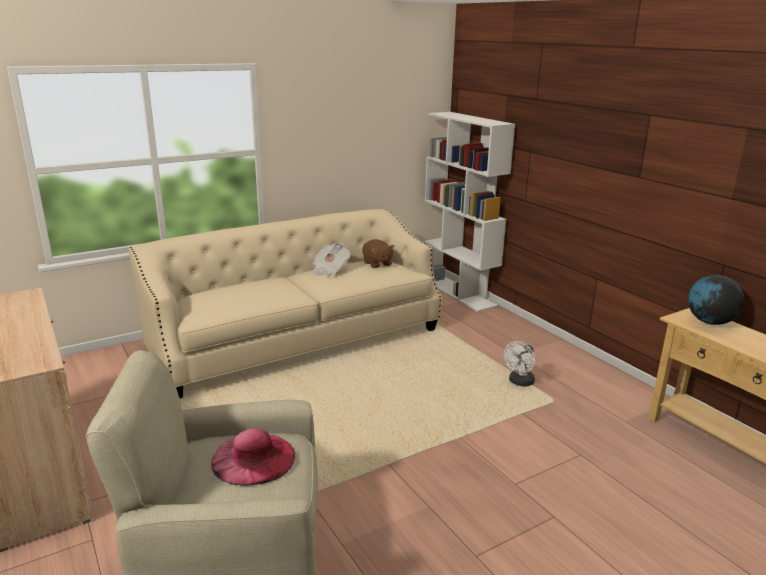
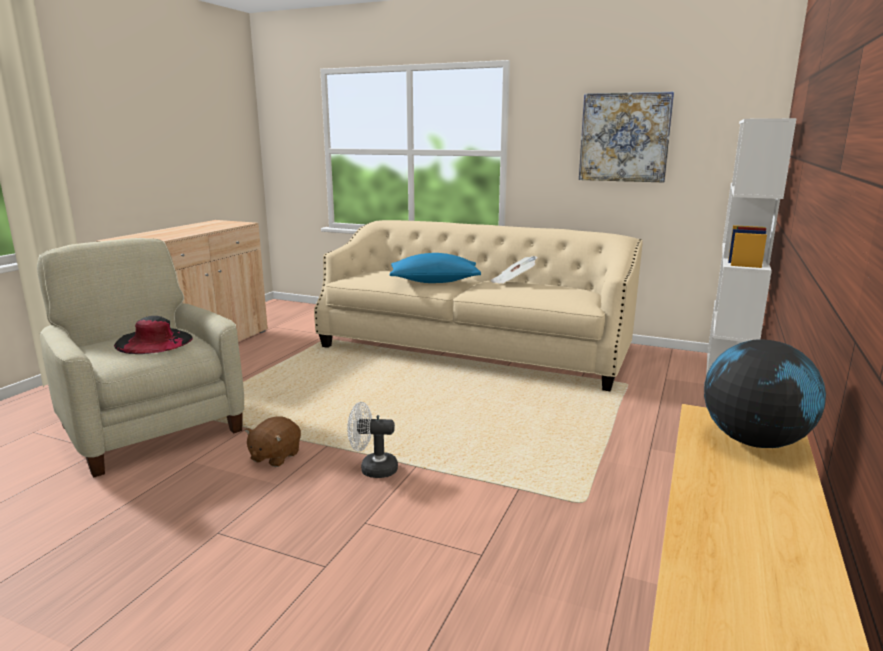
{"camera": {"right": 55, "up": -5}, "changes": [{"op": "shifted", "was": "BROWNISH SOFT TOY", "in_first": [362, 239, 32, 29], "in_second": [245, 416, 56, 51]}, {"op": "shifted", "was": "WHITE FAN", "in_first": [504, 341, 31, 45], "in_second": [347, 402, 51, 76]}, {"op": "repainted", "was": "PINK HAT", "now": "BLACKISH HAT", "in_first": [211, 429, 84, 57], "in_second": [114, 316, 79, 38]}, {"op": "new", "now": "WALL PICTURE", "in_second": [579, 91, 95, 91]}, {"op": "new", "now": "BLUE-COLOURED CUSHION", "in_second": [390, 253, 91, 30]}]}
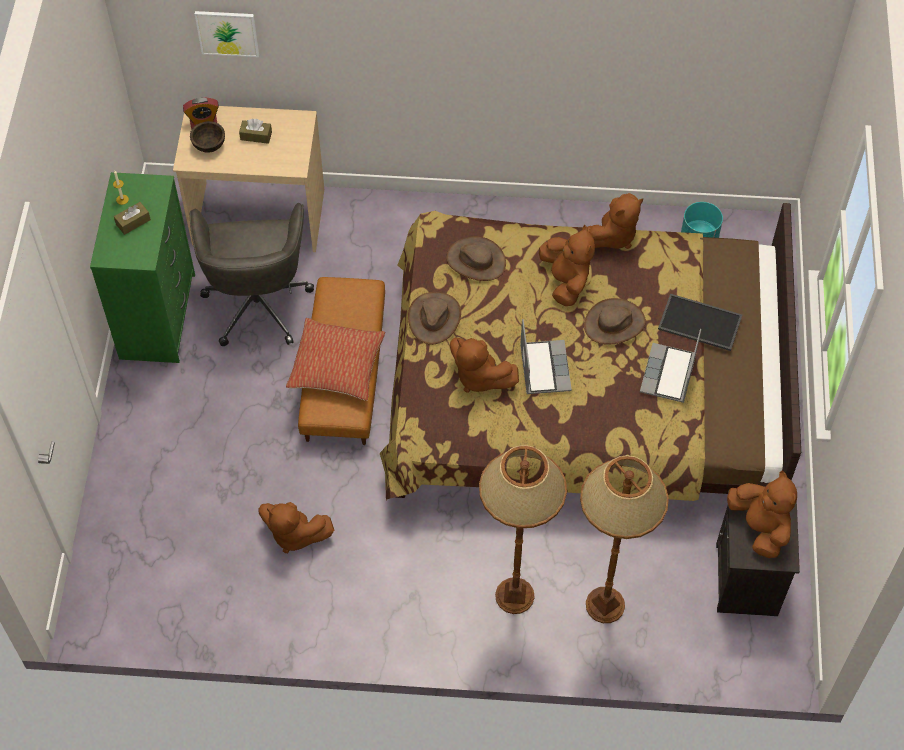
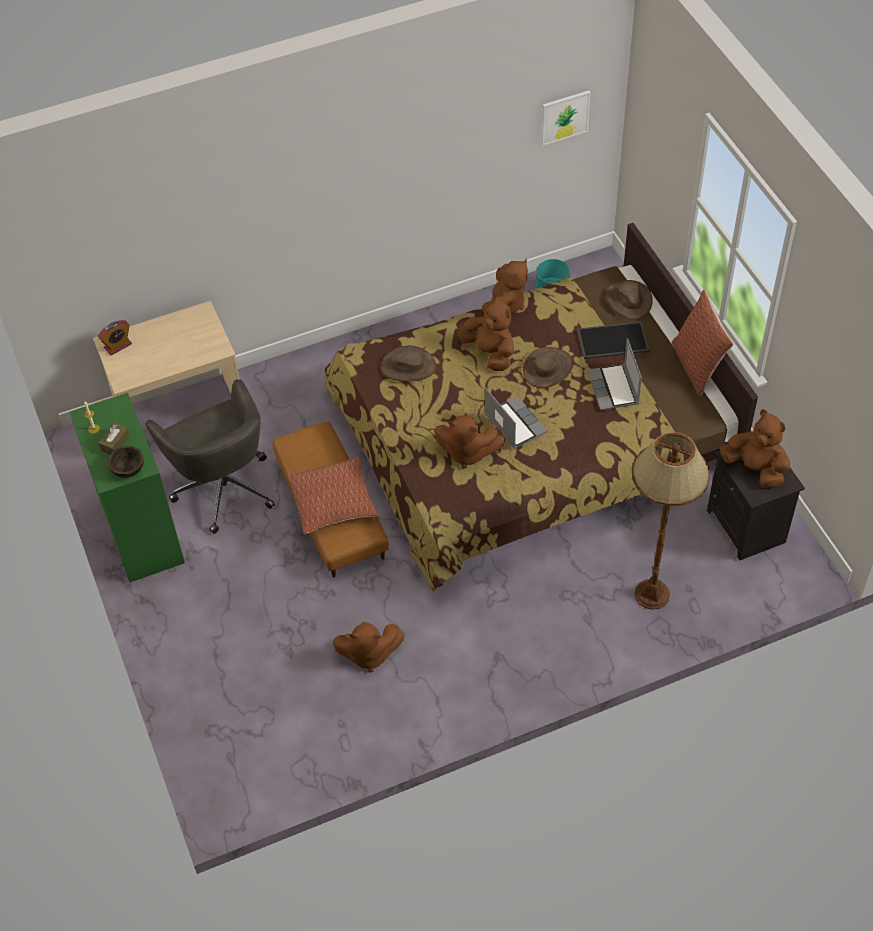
{"camera": {"right": -25, "up": -5}, "changes": [{"op": "shifted", "was": "WALL PICTURE", "in_first": [195, 11, 64, 46], "in_second": [541, 91, 50, 55]}, {"op": "gone", "was": "BROWNISH BOX OF TISSUES", "in_first": [239, 119, 33, 25]}, {"op": "shifted", "was": "BROWNISH DEEP DISH", "in_first": [190, 121, 35, 32], "in_second": [108, 446, 36, 32]}, {"op": "shifted", "was": "BROWNISH HAT", "in_first": [408, 292, 53, 53], "in_second": [606, 280, 47, 40]}, {"op": "gone", "was": "BROWNISH FLOOR LAMP", "in_first": [479, 445, 88, 169]}, {"op": "new", "now": "CUSHION", "in_second": [672, 290, 62, 107]}]}
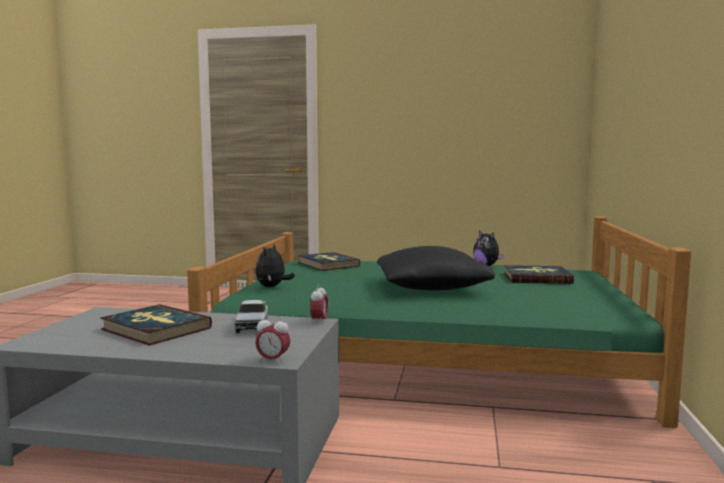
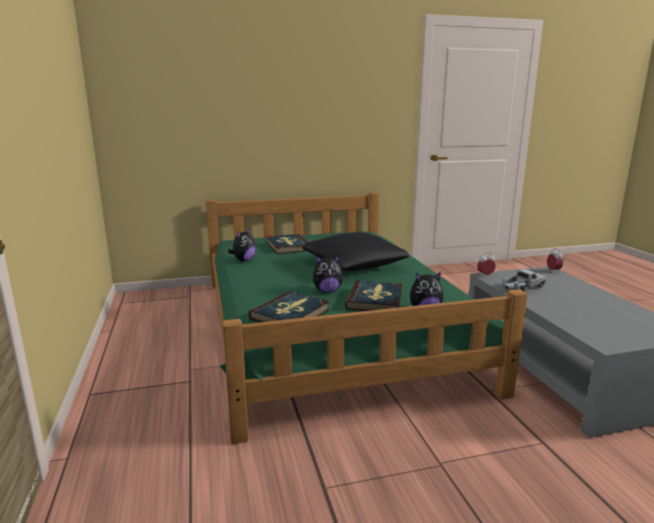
{"camera": {"right": -115, "up": 10}, "changes": [{"op": "shifted", "was": "BOUND BOOK", "in_first": [100, 304, 112, 42], "in_second": [345, 281, 57, 30]}, {"op": "new", "now": "SOFT TOY", "in_second": [313, 255, 30, 38]}]}
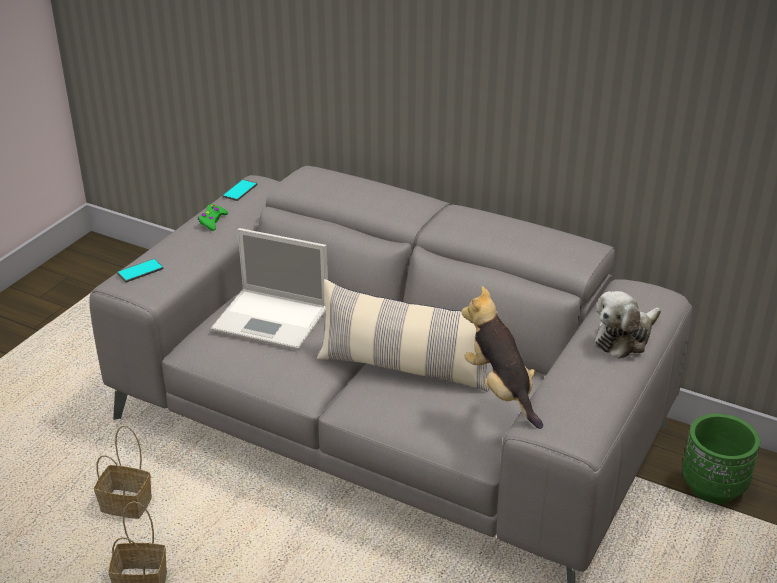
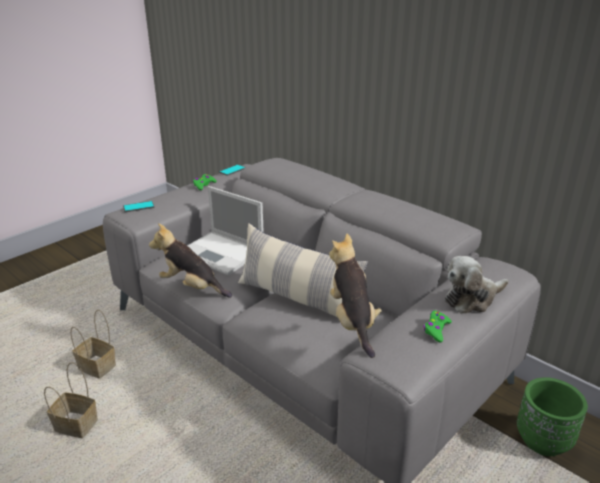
{"camera": {"right": 15, "up": -5}, "changes": [{"op": "new", "now": "SOFT TOY", "in_second": [149, 223, 83, 75]}, {"op": "new", "now": "GREEN-COLOURED JOYPAD", "in_second": [424, 310, 28, 32]}]}
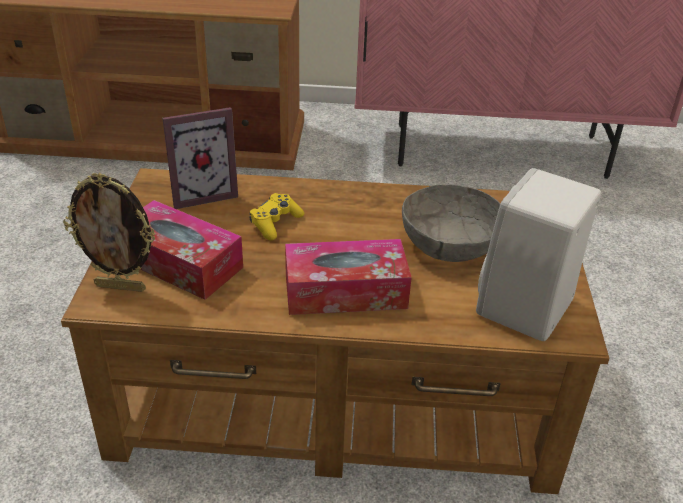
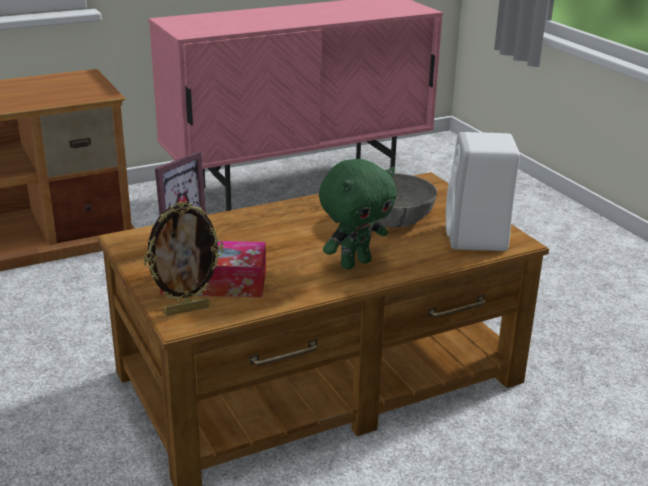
{"camera": {"right": -30, "up": -10}, "changes": [{"op": "gone", "was": "YELLOW-COLOURED JOYPAD", "in_first": [249, 193, 55, 47]}, {"op": "swapped", "was": "BOX OF TISSUES", "now": "GREEN-COLOURED SOFT TOY", "in_first": [285, 239, 127, 76], "in_second": [319, 159, 78, 110]}]}
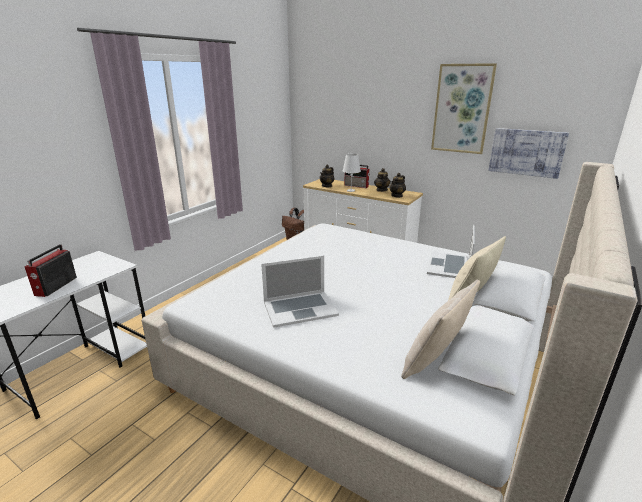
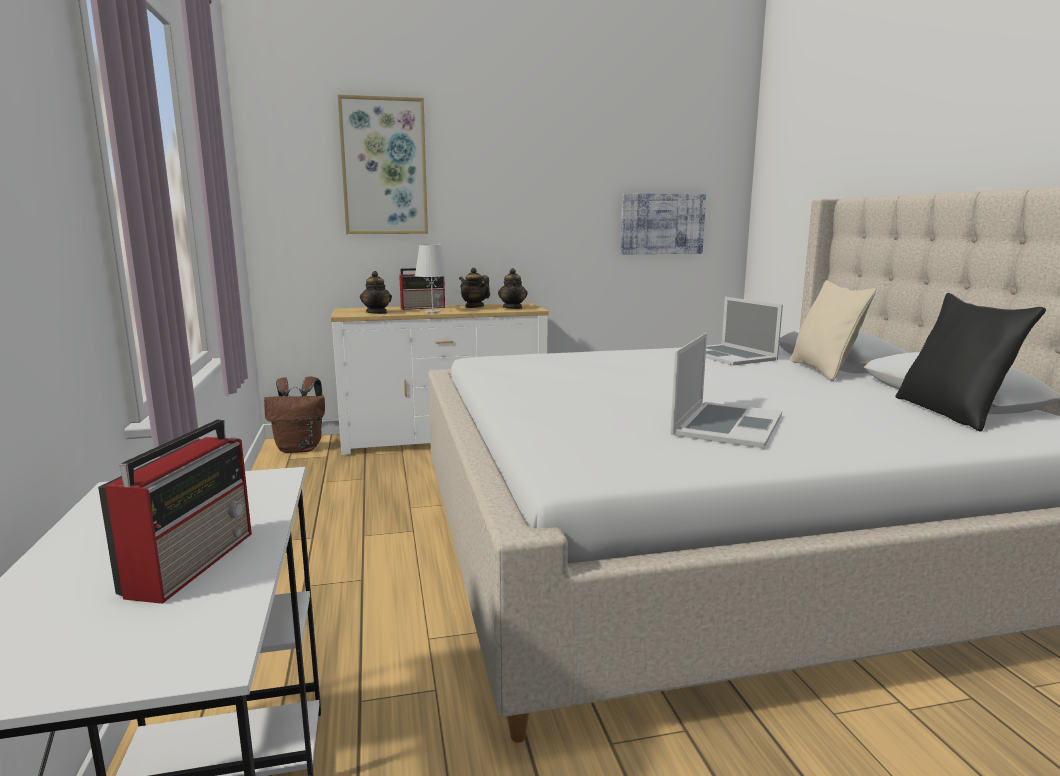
{"camera": {"right": -45, "up": -10}, "changes": [{"op": "shifted", "was": "WALL PICTURE", "in_first": [431, 63, 66, 91], "in_second": [338, 95, 90, 139]}, {"op": "rotated", "was": "RADIO", "in_first": [25, 244, 52, 53], "in_second": [98, 419, 154, 185], "clockwise": -135}, {"op": "repainted", "was": "SAND-COLOURED CUSHION", "now": "BLACKISH CUSHION", "in_first": [401, 280, 79, 99], "in_second": [896, 293, 150, 139]}]}
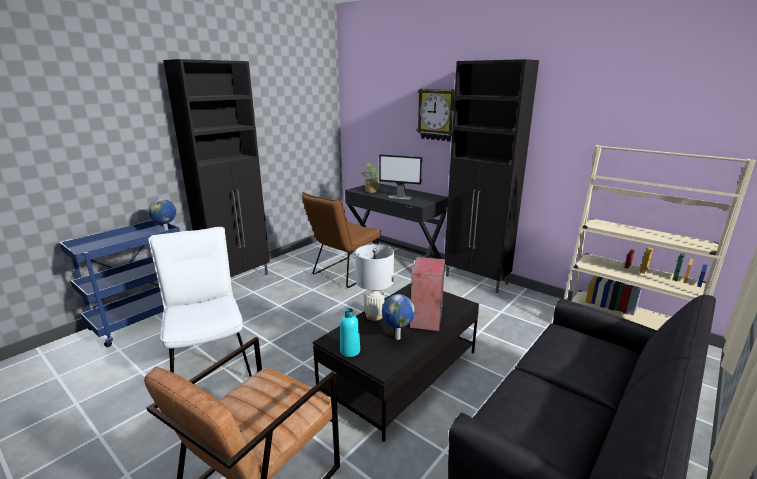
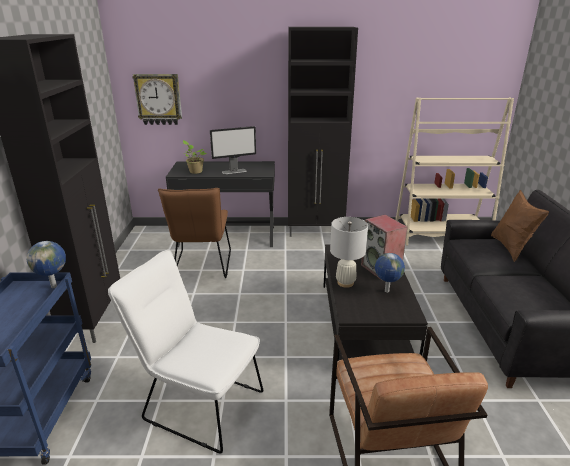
{"camera": {"right": -40, "up": 5}, "changes": [{"op": "shifted", "was": "CLOCK ON THE WALL", "in_first": [417, 89, 38, 52], "in_second": [132, 74, 50, 51]}, {"op": "gone", "was": "BLUE-GREEN BOTTLE", "in_first": [340, 308, 20, 49]}, {"op": "new", "now": "BROWNISH CUSHION", "in_second": [491, 190, 58, 72]}]}
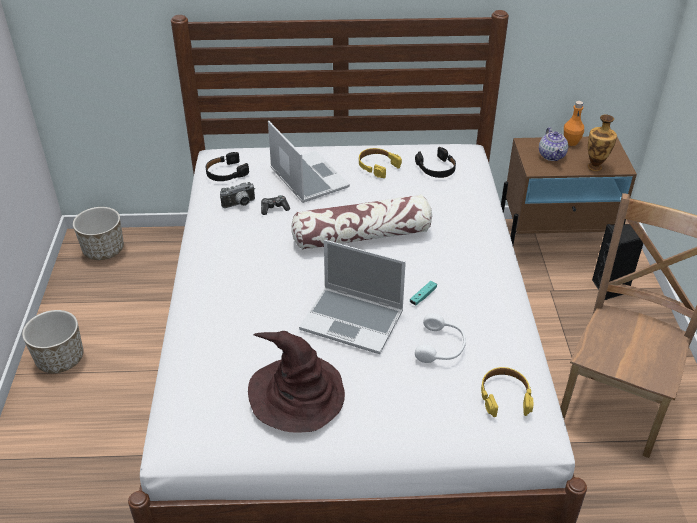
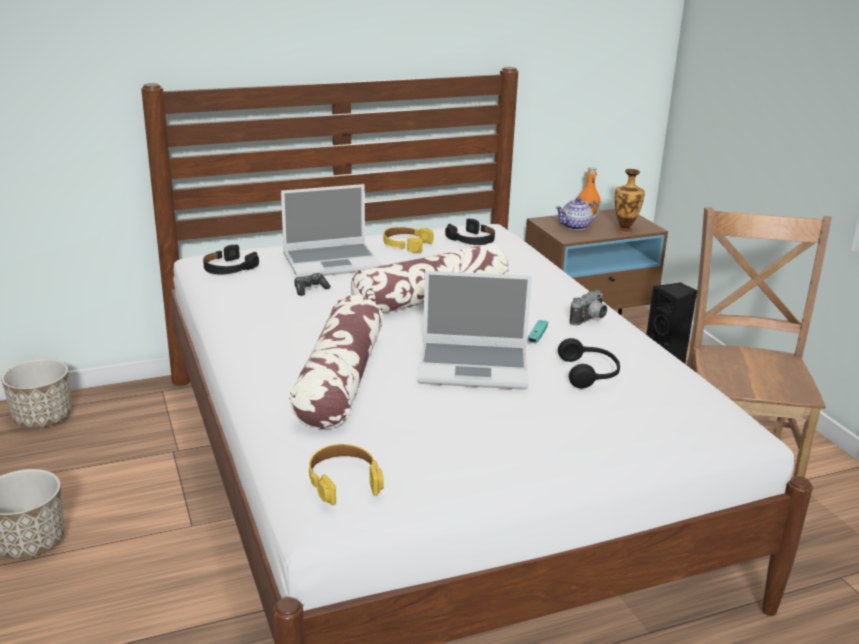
{"camera": {"right": -20, "up": -15}, "changes": [{"op": "rotated", "was": "LAPTOP", "in_first": [268, 120, 82, 83], "in_second": [281, 184, 101, 93], "clockwise": 120}, {"op": "rotated", "was": "POT FOR TEA", "in_first": [539, 127, 29, 34], "in_second": [555, 197, 44, 33], "clockwise": 90}, {"op": "shifted", "was": "PHOTO CAMERA", "in_first": [220, 182, 35, 26], "in_second": [570, 289, 37, 37]}, {"op": "repainted", "was": "WHITE HEADPHONES", "now": "BLACKISH HEADPHONES", "in_first": [415, 313, 51, 50], "in_second": [558, 338, 62, 51]}, {"op": "gone", "was": "BROWNISH HAT", "in_first": [248, 331, 97, 101]}, {"op": "shifted", "was": "YELLOW-COLOURED HEADPHONES", "in_first": [481, 367, 52, 50], "in_second": [309, 444, 75, 61]}, {"op": "new", "now": "CUSHION", "in_second": [289, 295, 94, 134]}]}
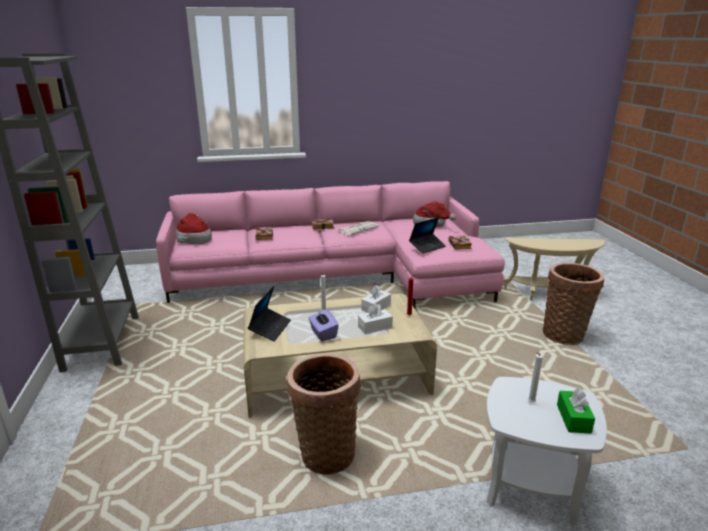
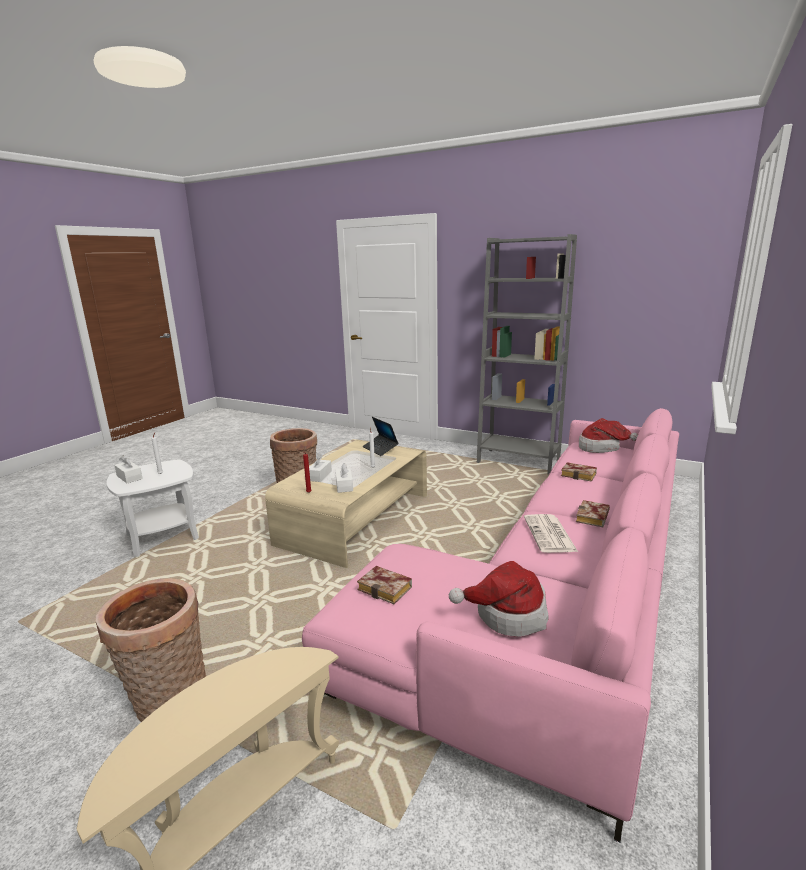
{"camera": {"right": 130, "up": -5}, "changes": [{"op": "gone", "was": "LAPTOP", "in_first": [409, 217, 37, 37]}, {"op": "gone", "was": "PURPLE BOX OF TISSUES", "in_first": [308, 310, 31, 31]}, {"op": "repainted", "was": "GREEN-COLOURED BOX OF TISSUES", "now": "WHITE BOX OF TISSUES", "in_first": [557, 387, 38, 47], "in_second": [114, 455, 29, 28]}]}
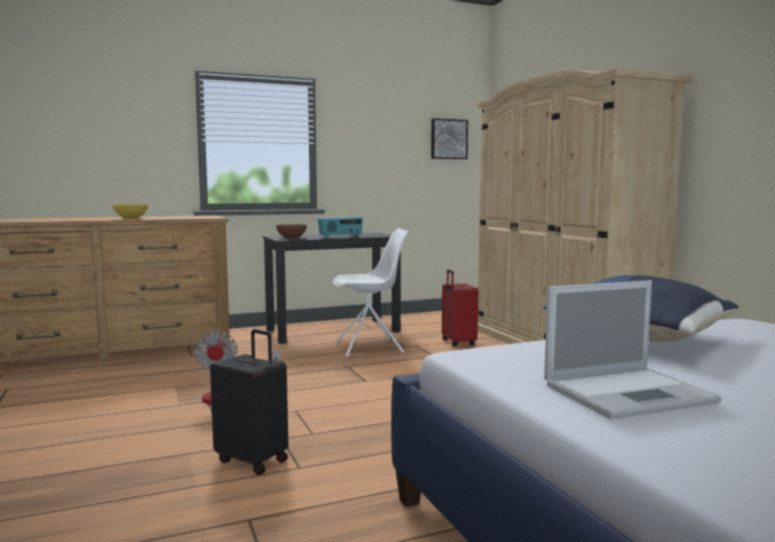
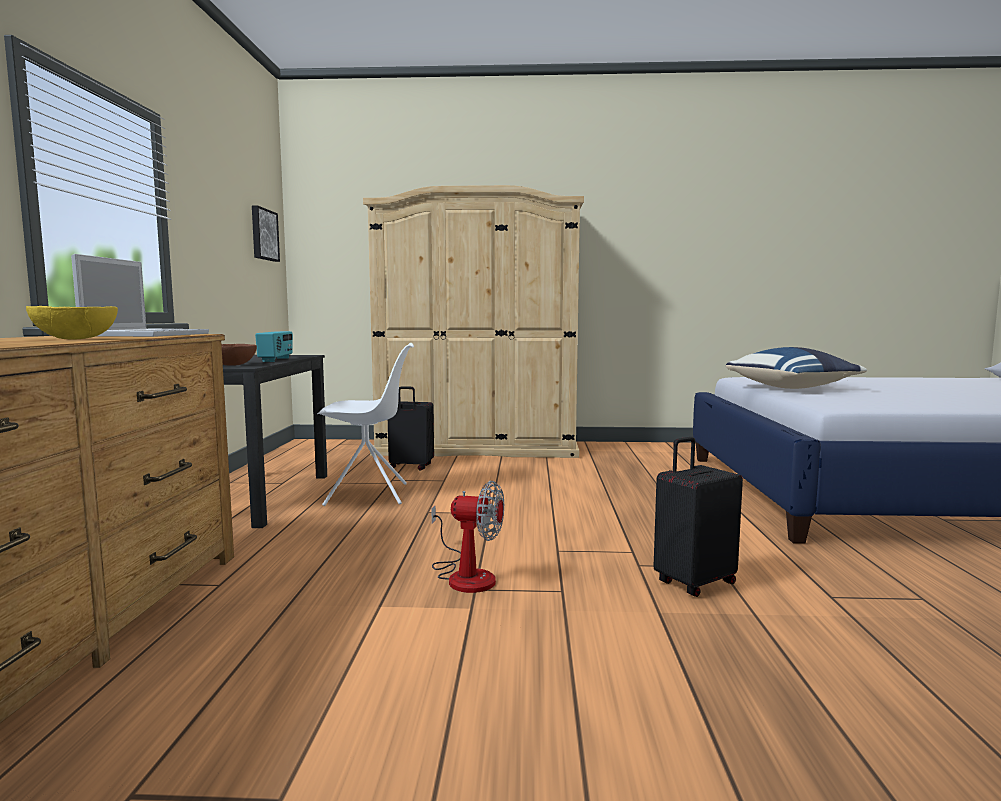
{"camera": {"right": -65, "up": 0}, "changes": [{"op": "rotated", "was": "WHITE PLAIN CHAIR", "in_first": [333, 228, 76, 129], "in_second": [317, 343, 97, 163], "clockwise": 75}, {"op": "repainted", "was": "RED SUITCASE", "now": "BLACKISH SUITCASE", "in_first": [442, 269, 36, 78], "in_second": [388, 386, 46, 85]}, {"op": "shifted", "was": "LAPTOP", "in_first": [544, 280, 178, 139], "in_second": [71, 254, 138, 83]}]}
